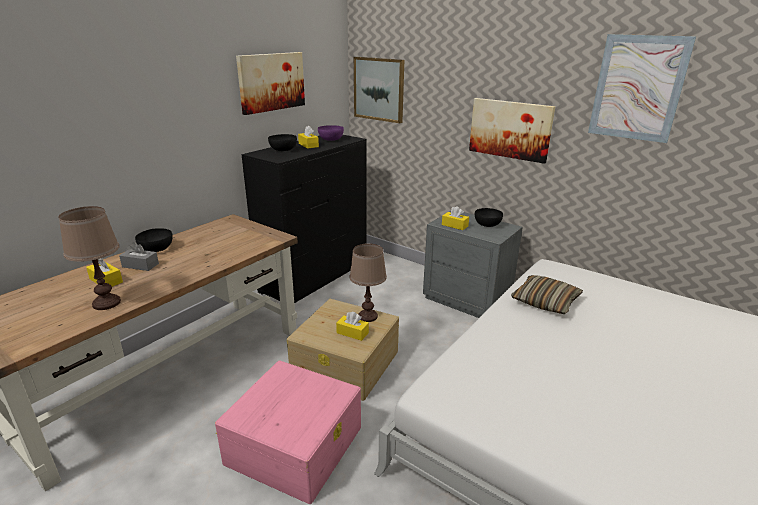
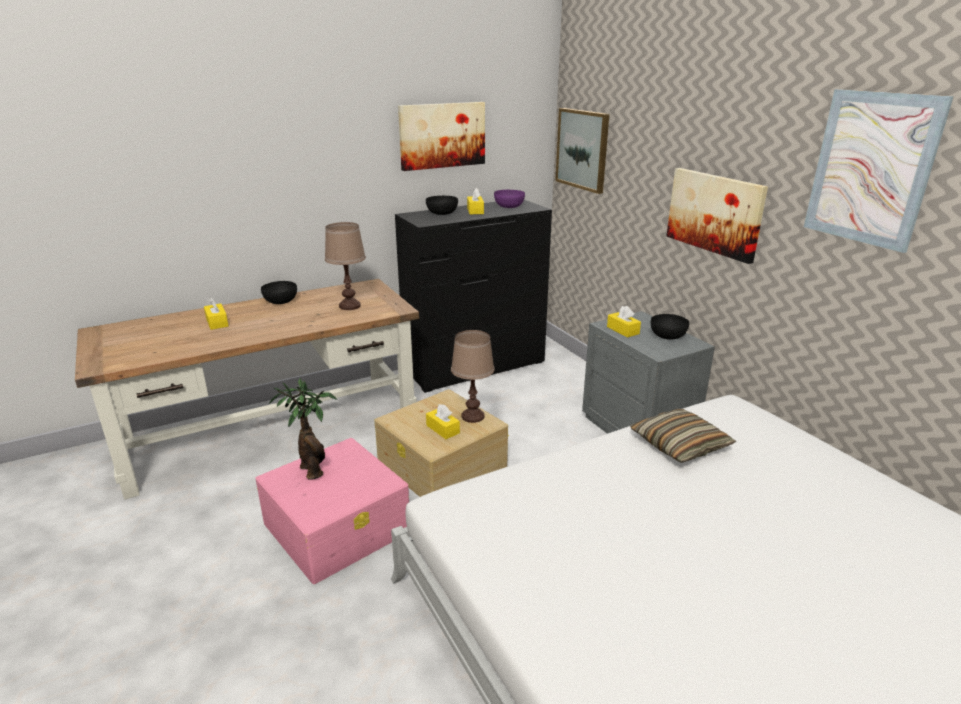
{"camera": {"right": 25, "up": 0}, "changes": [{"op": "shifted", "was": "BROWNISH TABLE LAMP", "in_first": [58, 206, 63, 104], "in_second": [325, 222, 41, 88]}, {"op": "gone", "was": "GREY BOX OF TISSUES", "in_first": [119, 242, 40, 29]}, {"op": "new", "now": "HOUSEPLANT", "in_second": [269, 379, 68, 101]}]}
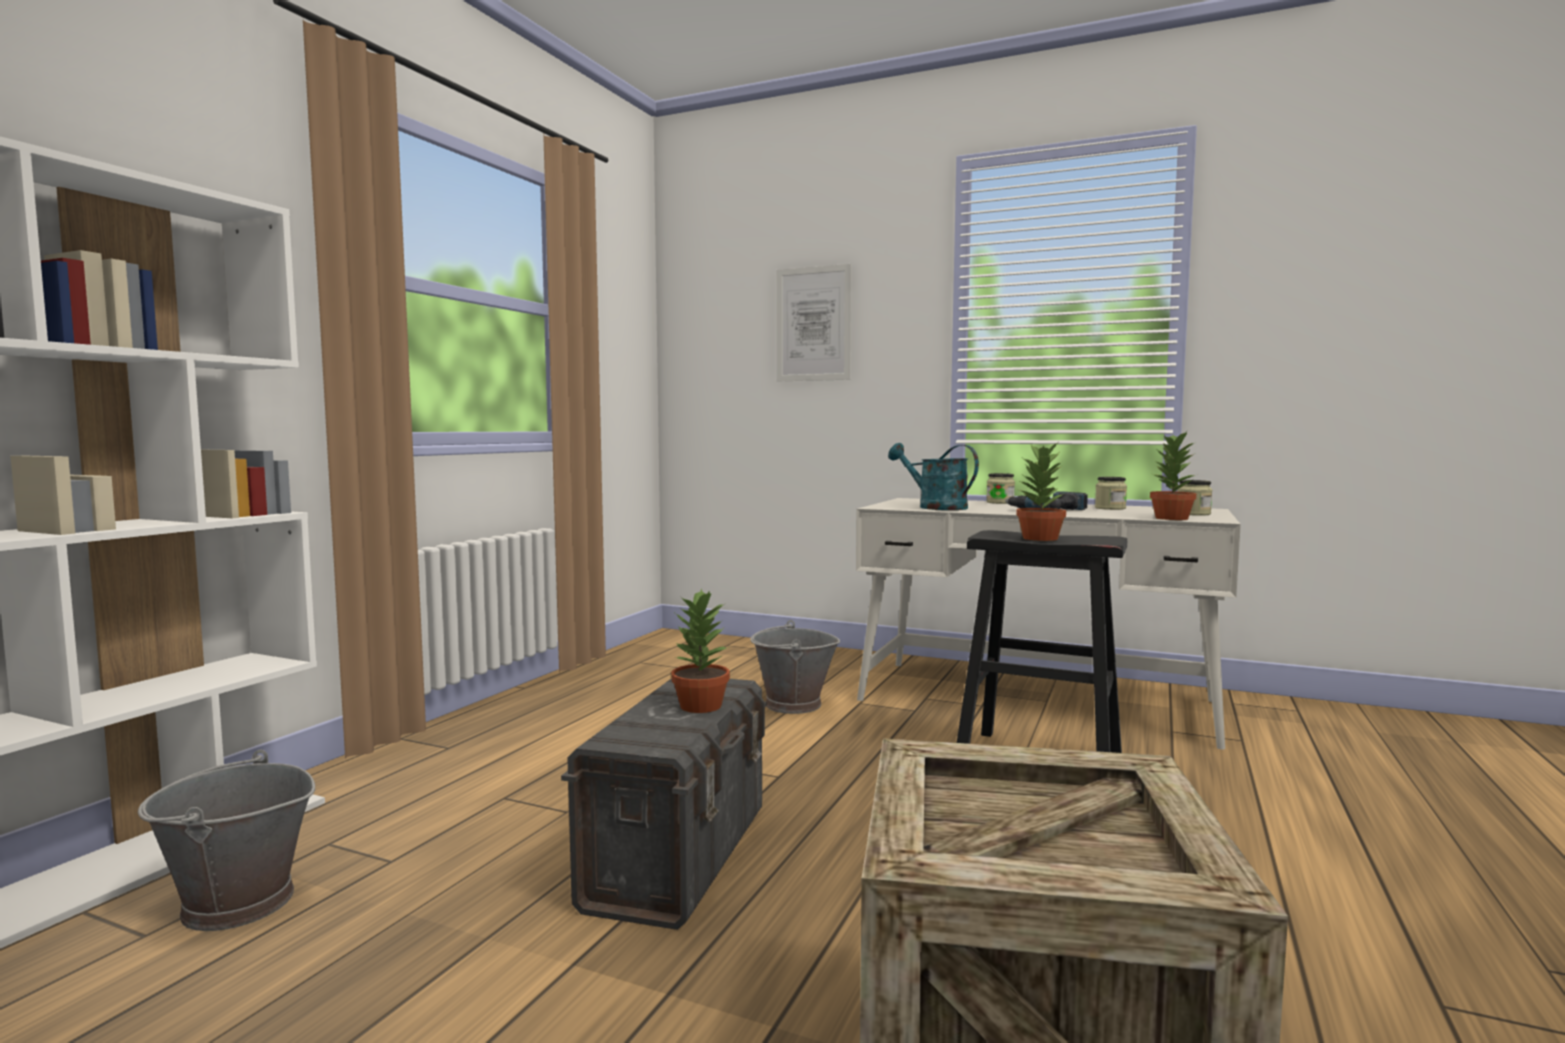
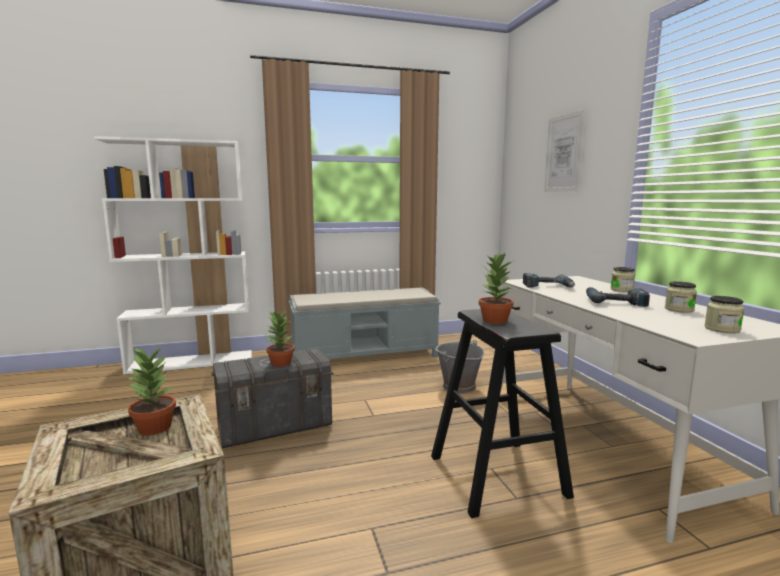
{"camera": {"right": 50, "up": 5}, "changes": [{"op": "shifted", "was": "HOUSEPLANT", "in_first": [1150, 431, 46, 89], "in_second": [126, 347, 50, 88]}, {"op": "swapped", "was": "BLUE-GREEN WATERING CAN", "now": "DRILL", "in_first": [888, 443, 91, 67], "in_second": [523, 273, 52, 15]}, {"op": "gone", "was": "GREY PAIL", "in_first": [138, 750, 177, 181]}, {"op": "new", "now": "GREY BENCH", "in_second": [289, 287, 152, 72]}]}
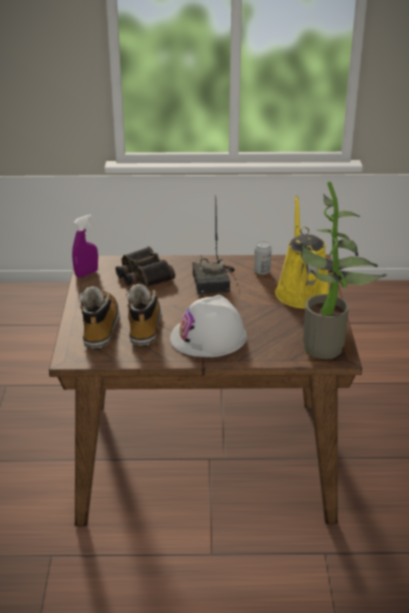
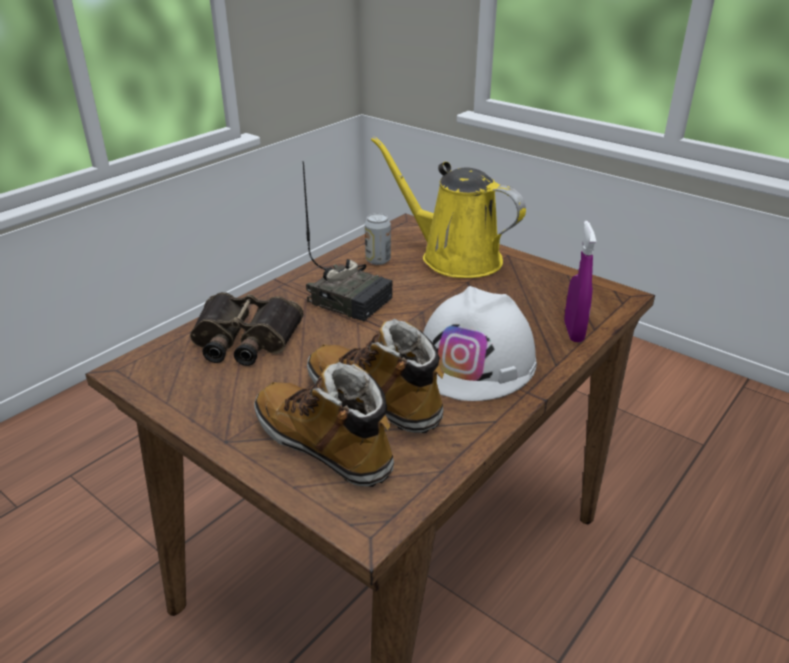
{"camera": {"right": -50, "up": 0}, "changes": [{"op": "gone", "was": "HOUSEPLANT", "in_first": [300, 182, 87, 177]}, {"op": "shifted", "was": "PURPLE SPRAY BOTTLE", "in_first": [72, 214, 26, 64], "in_second": [564, 221, 32, 121]}]}
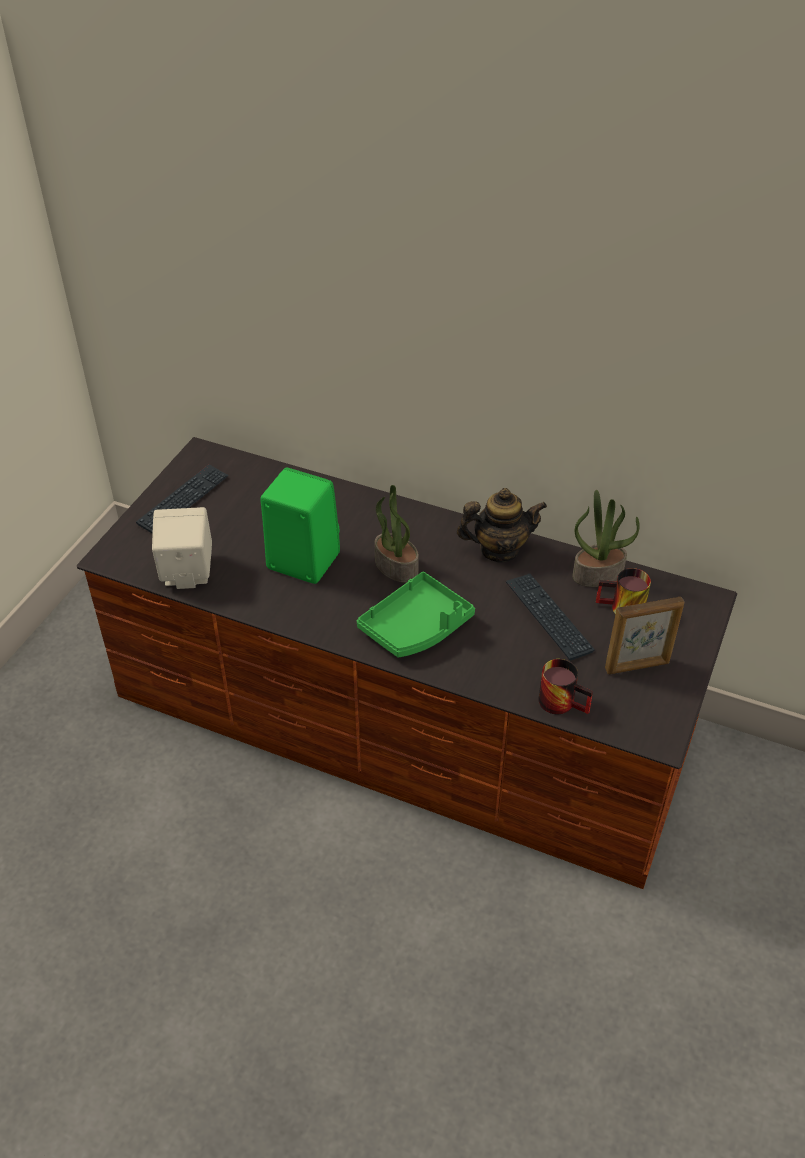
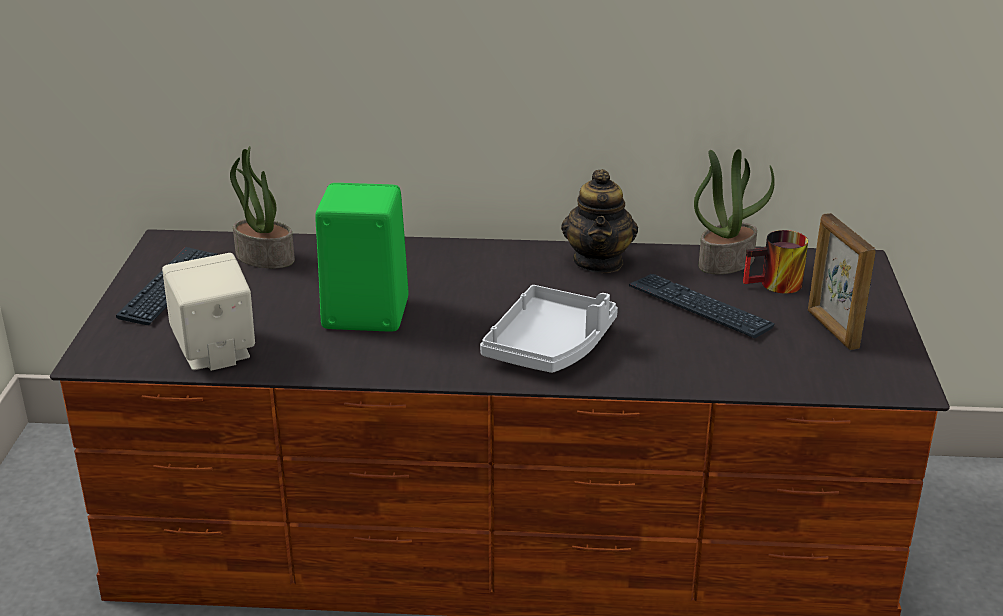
{"camera": {"right": -20, "up": -15}, "changes": [{"op": "shifted", "was": "HOUSEPLANT", "in_first": [375, 485, 44, 98], "in_second": [230, 146, 65, 122]}, {"op": "rotated", "was": "POT FOR TEA", "in_first": [457, 488, 90, 74], "in_second": [561, 169, 77, 104], "clockwise": 120}, {"op": "repainted", "was": "GREEN-COLOURED TRAY", "now": "GREY TRAY", "in_first": [357, 572, 118, 86], "in_second": [480, 285, 138, 88]}, {"op": "rotated", "was": "STANDING FRAME", "in_first": [605, 597, 79, 77], "in_second": [808, 213, 68, 137], "clockwise": 105}, {"op": "gone", "was": "TEA MUG", "in_first": [538, 659, 55, 55]}]}
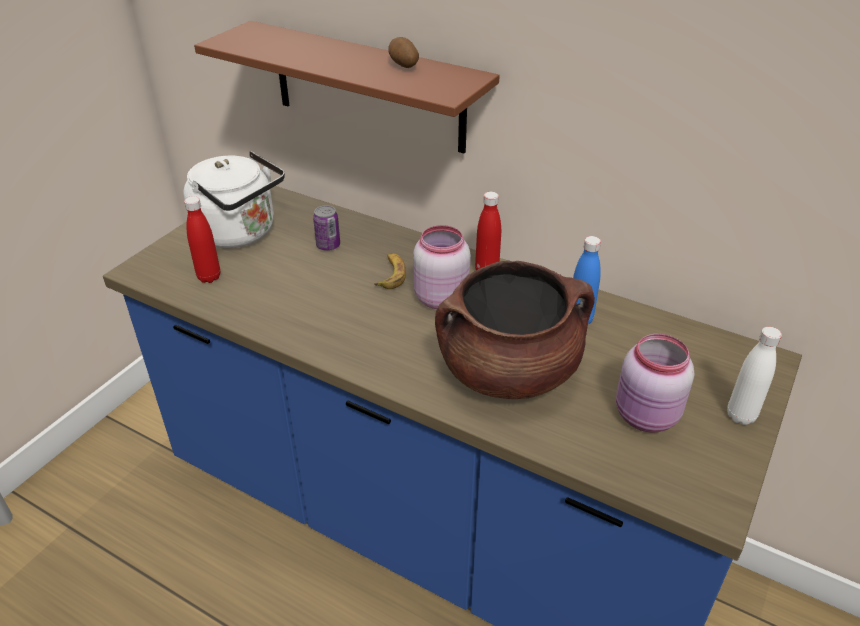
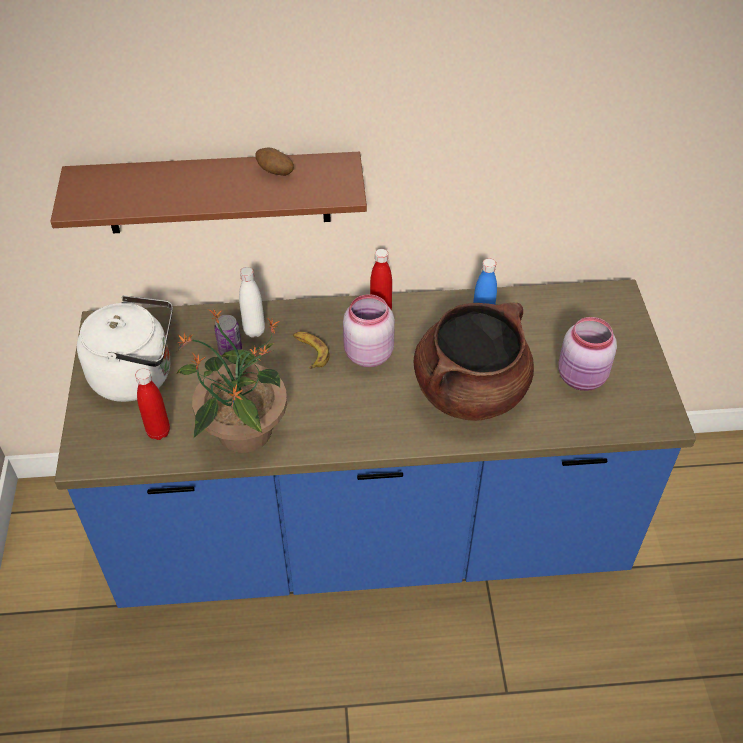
{"camera": {"right": -35, "up": 10}, "changes": [{"op": "shifted", "was": "WHITE BOTTLE", "in_first": [727, 327, 55, 98], "in_second": [239, 267, 26, 71]}, {"op": "new", "now": "HOUSEPLANT", "in_second": [177, 309, 110, 144]}]}
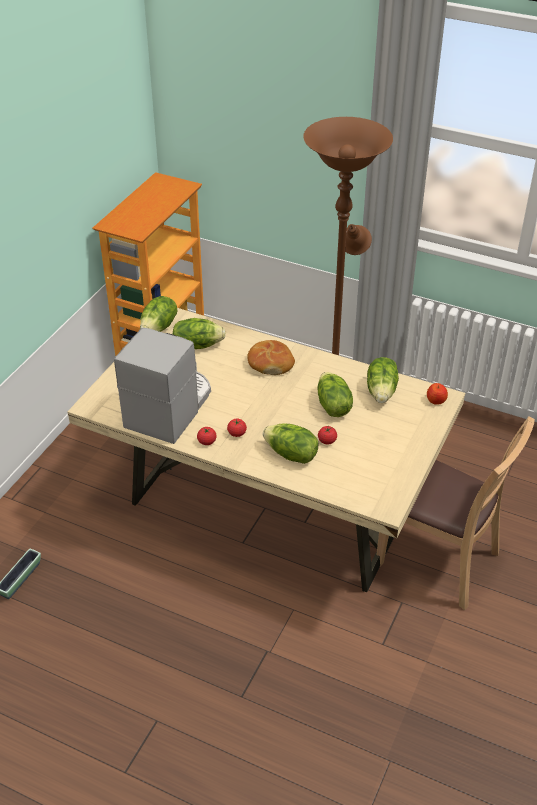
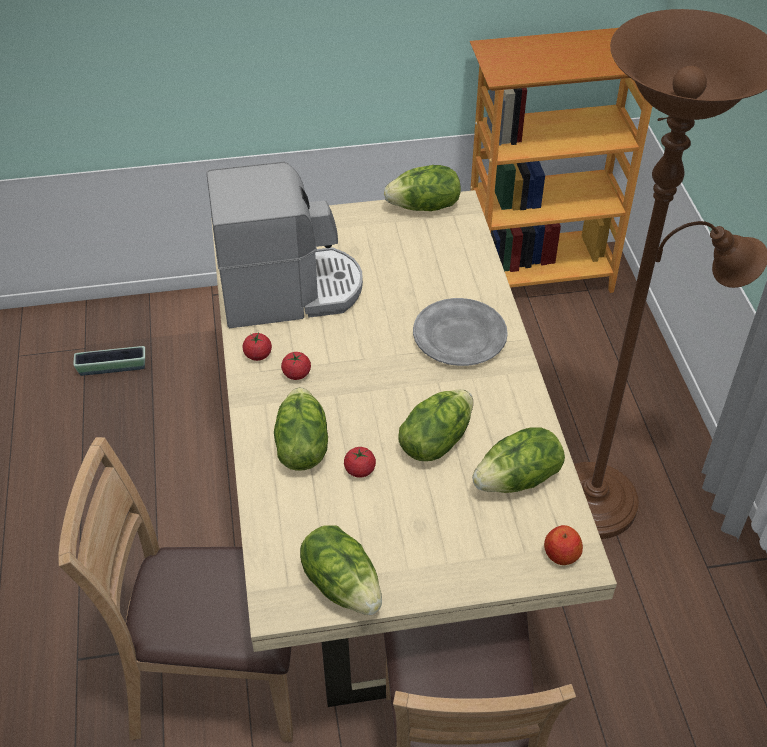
{"camera": {"right": 55, "up": 5}, "changes": [{"op": "shifted", "was": "LETTUCE", "in_first": [173, 318, 53, 31], "in_second": [300, 525, 82, 90]}, {"op": "swapped", "was": "BREAD", "now": "GREY DINNER PLATE", "in_first": [247, 340, 48, 35], "in_second": [413, 298, 95, 68]}, {"op": "new", "now": "BROWNISH PLAIN CHAIR", "in_second": [58, 437, 235, 305]}]}
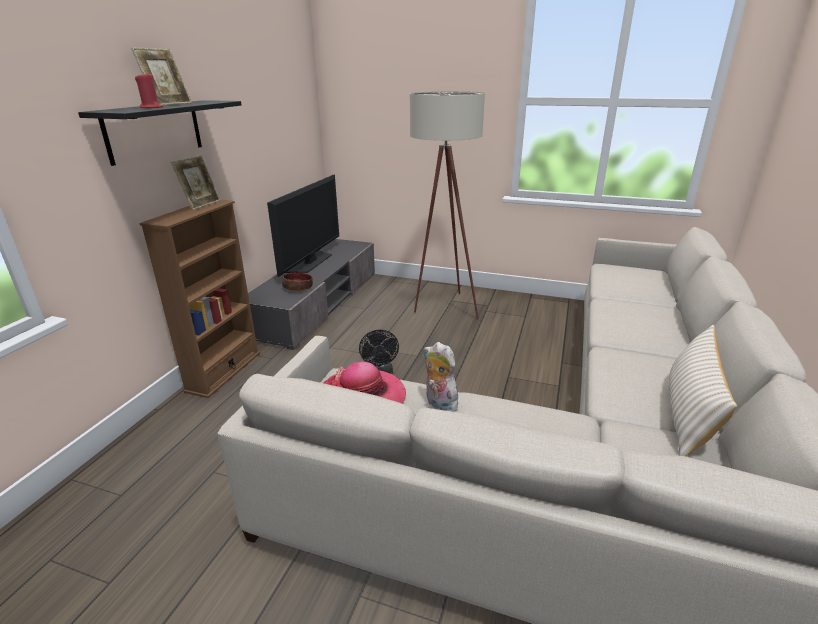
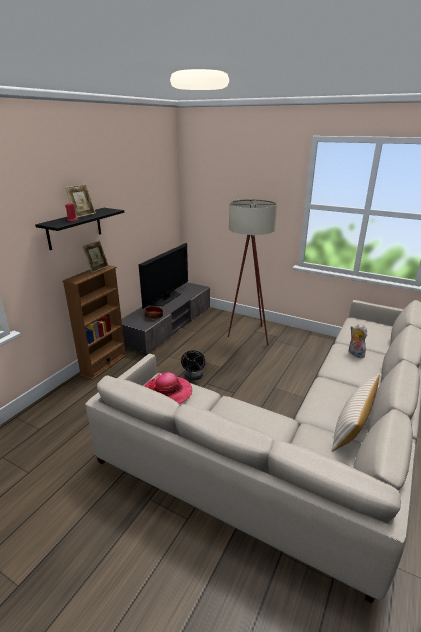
{"camera": {"right": 10, "up": 0}, "changes": [{"op": "shifted", "was": "SOFT TOY", "in_first": [424, 342, 37, 70], "in_second": [349, 324, 18, 34]}]}
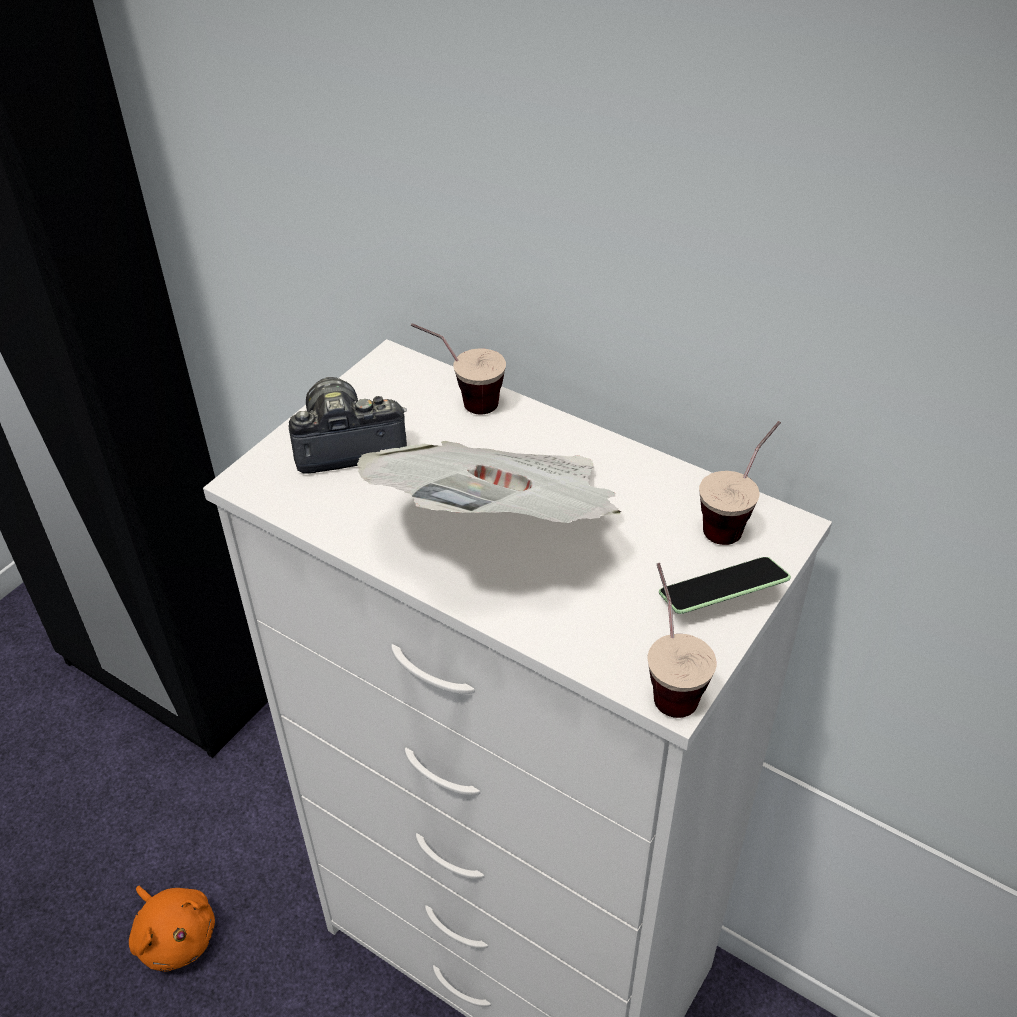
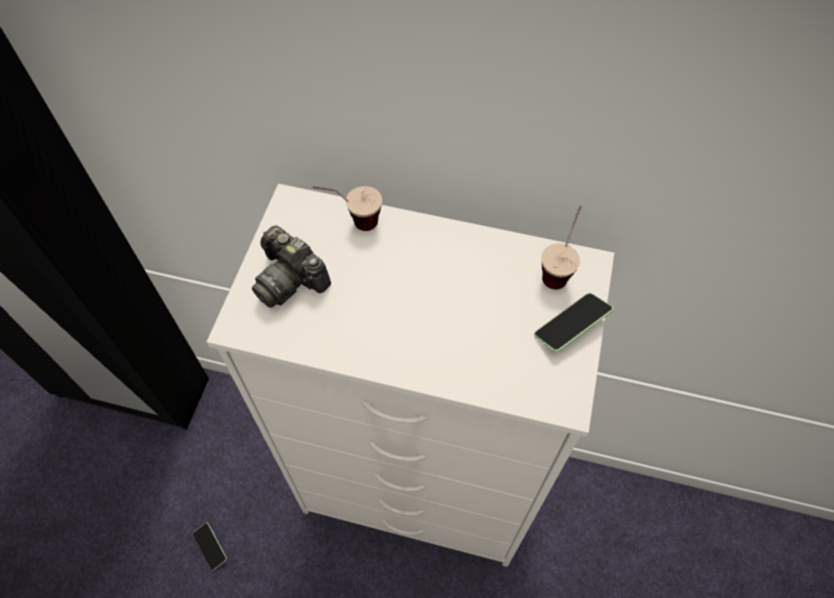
{"camera": {"right": -20, "up": 15}, "changes": [{"op": "rotated", "was": "PHOTO CAMERA", "in_first": [289, 377, 118, 97], "in_second": [252, 226, 79, 82], "clockwise": -105}, {"op": "gone", "was": "PRINTED PAPER", "in_first": [357, 441, 265, 82]}, {"op": "gone", "was": "SMALL CUP", "in_first": [647, 563, 70, 155]}, {"op": "swapped", "was": "ORANGEY SOFT TOY", "now": "TELEPHONE", "in_first": [129, 885, 86, 87], "in_second": [192, 522, 35, 49]}]}
